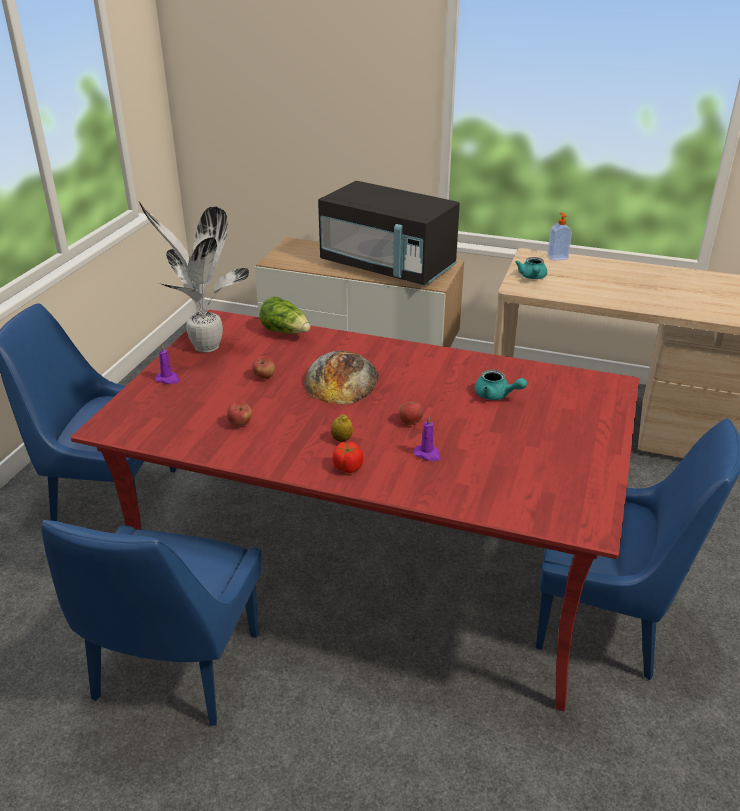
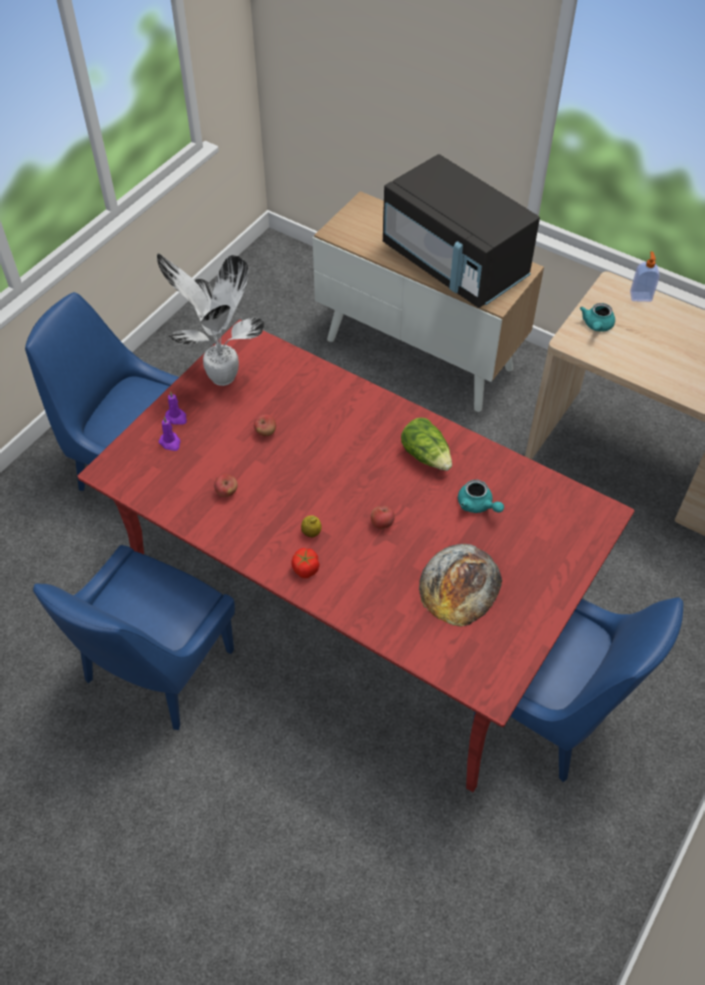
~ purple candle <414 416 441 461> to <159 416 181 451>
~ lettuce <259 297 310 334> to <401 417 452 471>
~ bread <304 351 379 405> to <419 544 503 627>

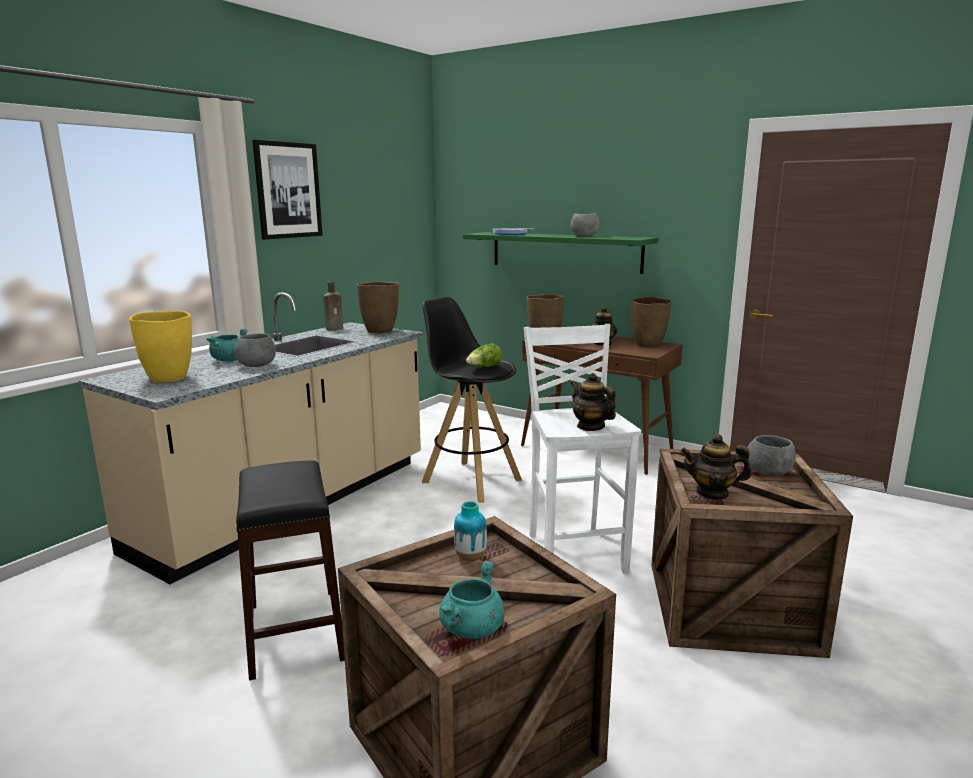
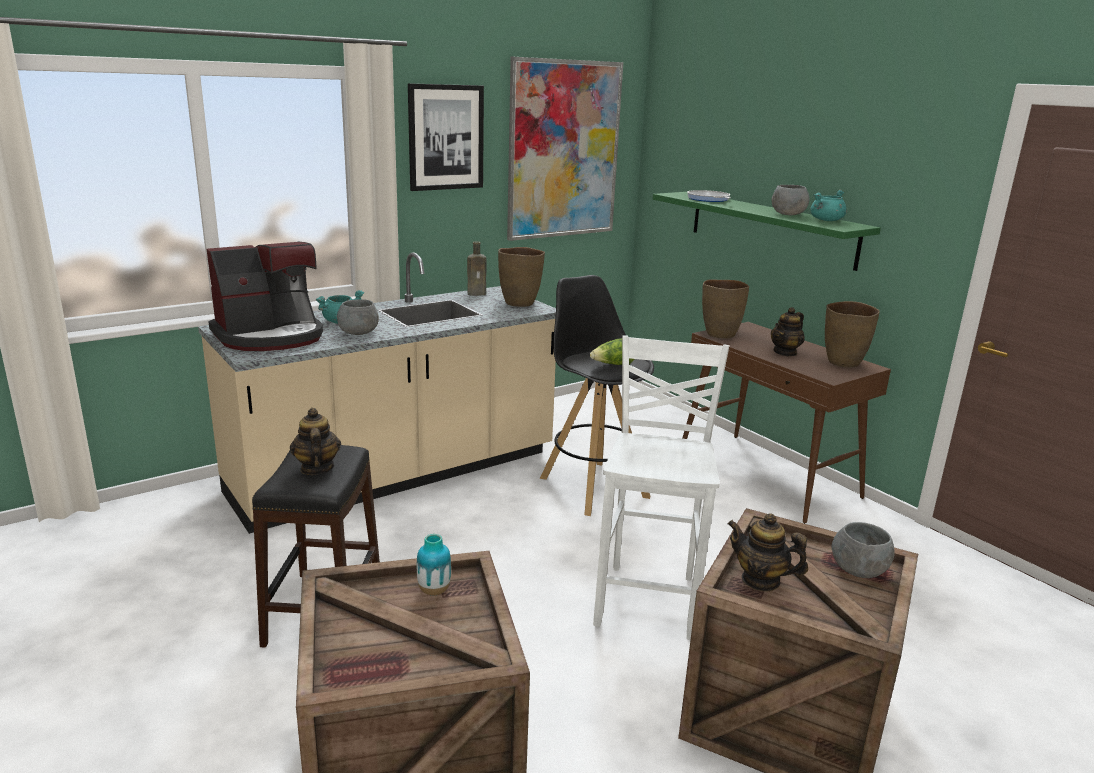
~ yellow vase <129 311 192 382> to coffee machine <207 242 323 351>
~ teapot <571 373 616 431> to <290 408 341 475>
+ picture <507 57 623 241>
~ turquoise cooking pot <439 561 504 639> to <810 190 847 221>

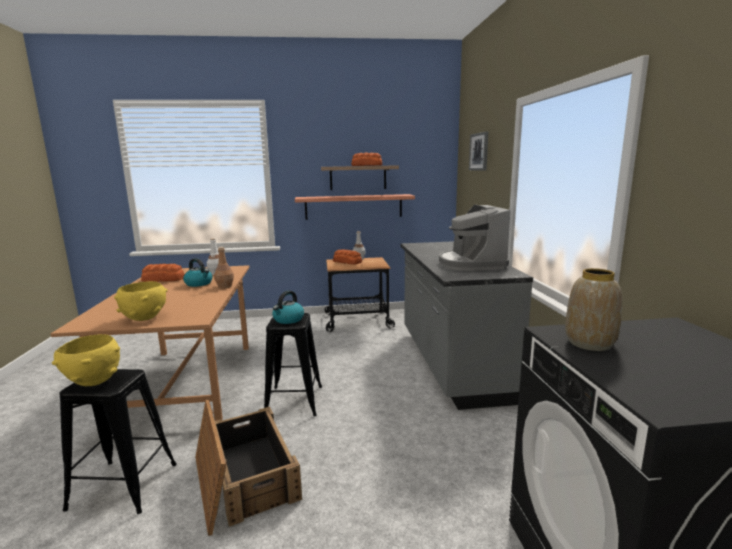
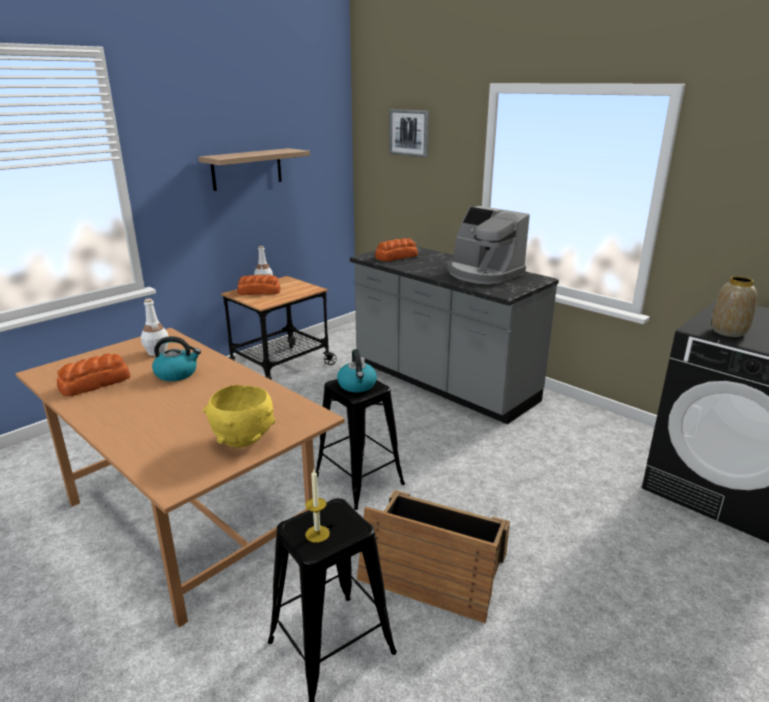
~ yellow bowl <52 334 120 386> to candle <305 470 330 543>
~ bread <351 153 383 166> to <375 238 418 261>
- brown bottle <214 247 234 288>
- shelf <295 194 415 220>

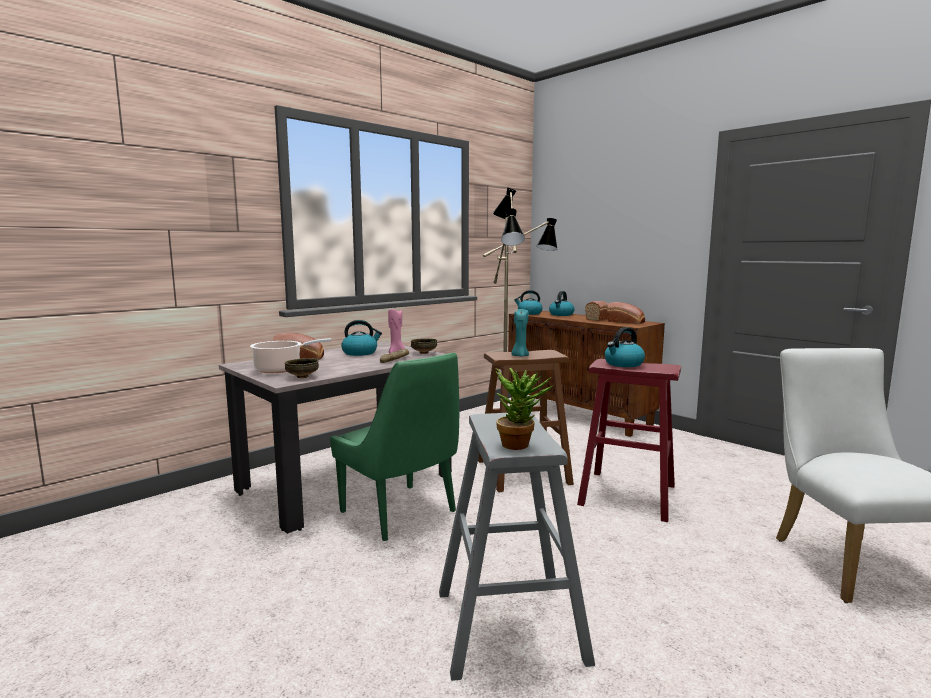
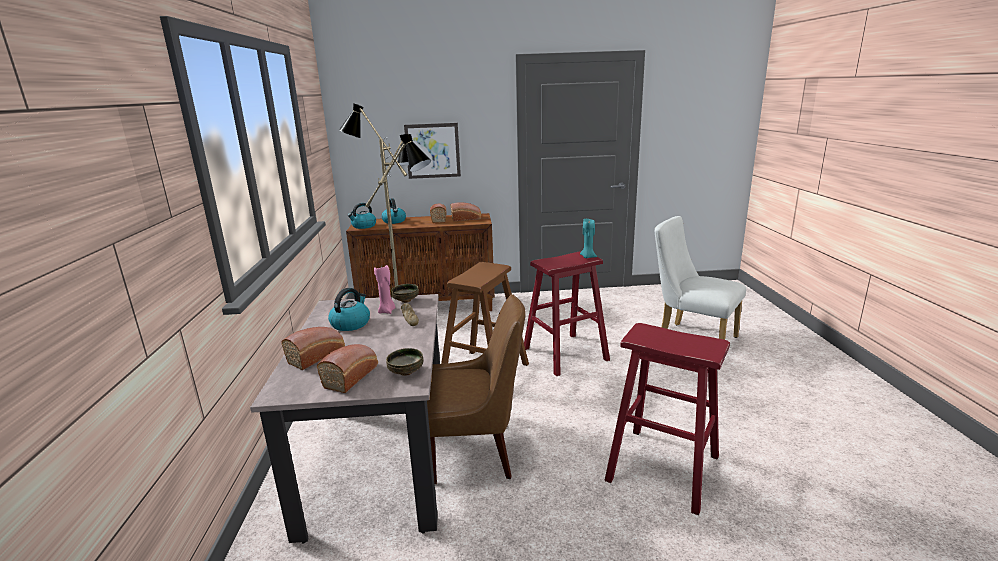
~ cooking pot <250 338 331 373> to bread <317 344 378 393>
+ picture <404 123 461 179>
~ green chair <330 352 459 541> to brown chair <427 294 526 484>
~ turquoise candle <511 308 529 357> to <580 219 597 258>
~ grey stool <439 413 595 681> to red stool <604 323 730 515>
- potted plant <495 368 554 450>
- kettle <604 327 645 367>

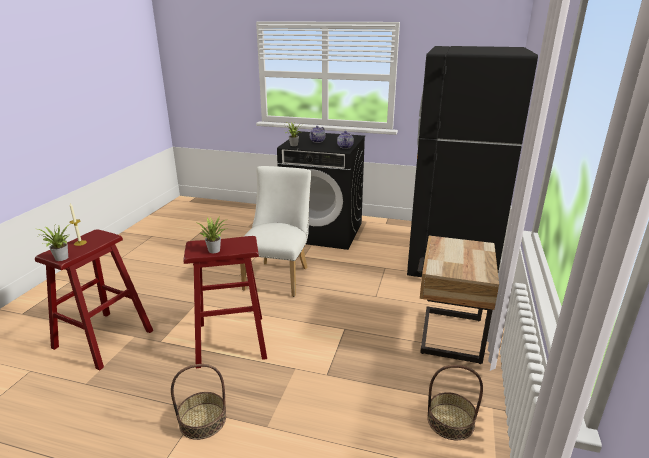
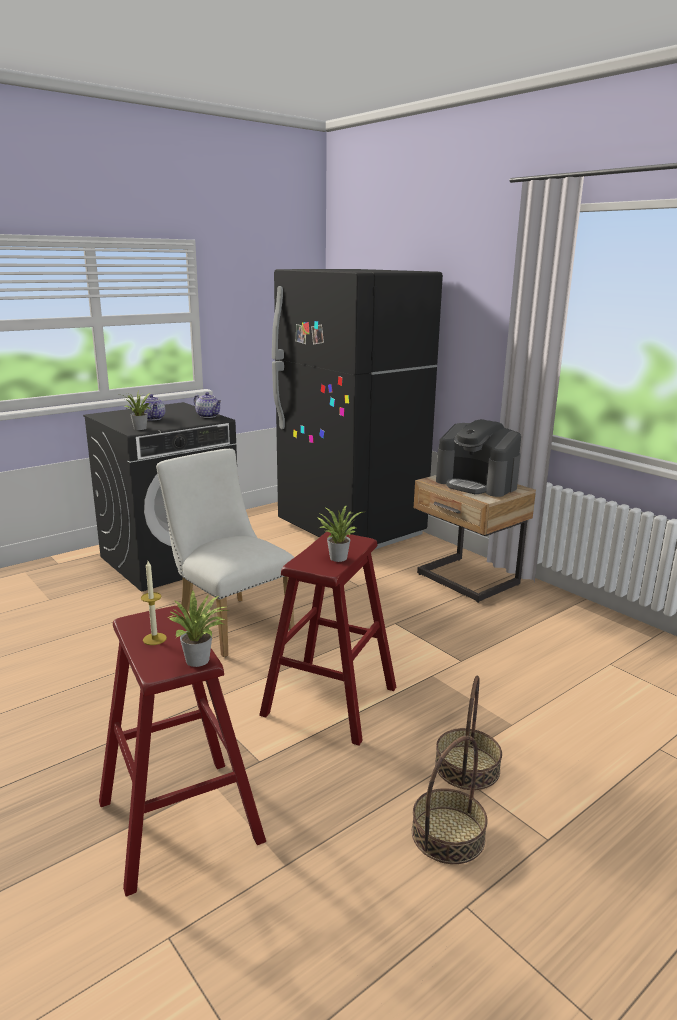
~ basket <427 365 483 440> to <412 736 488 864>
+ coffee machine <436 419 521 497>

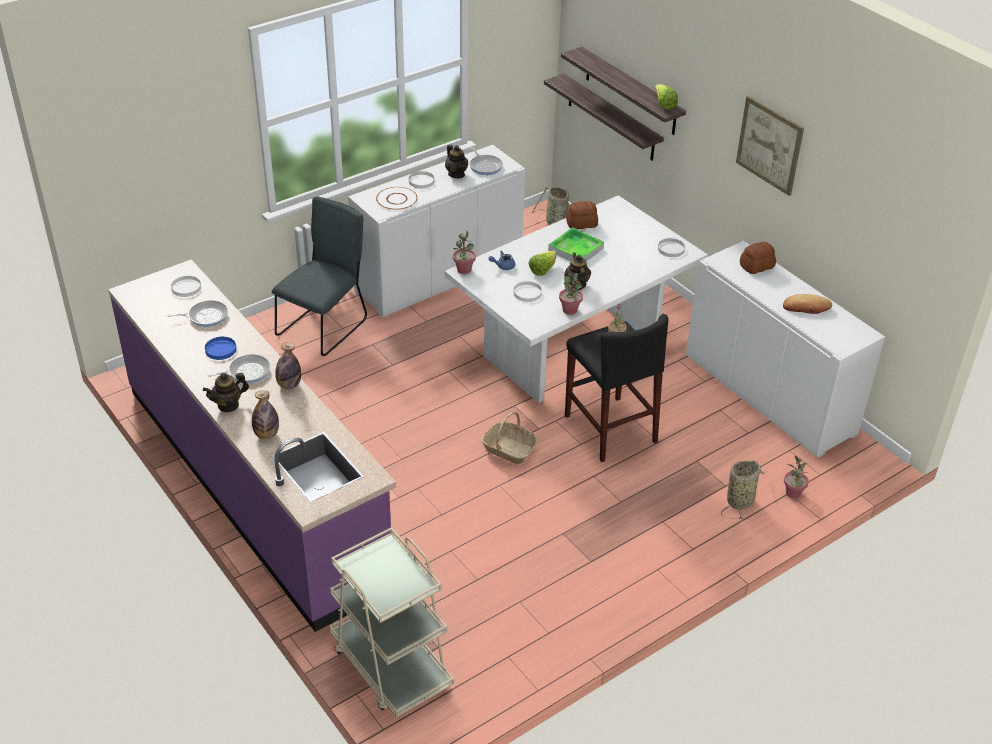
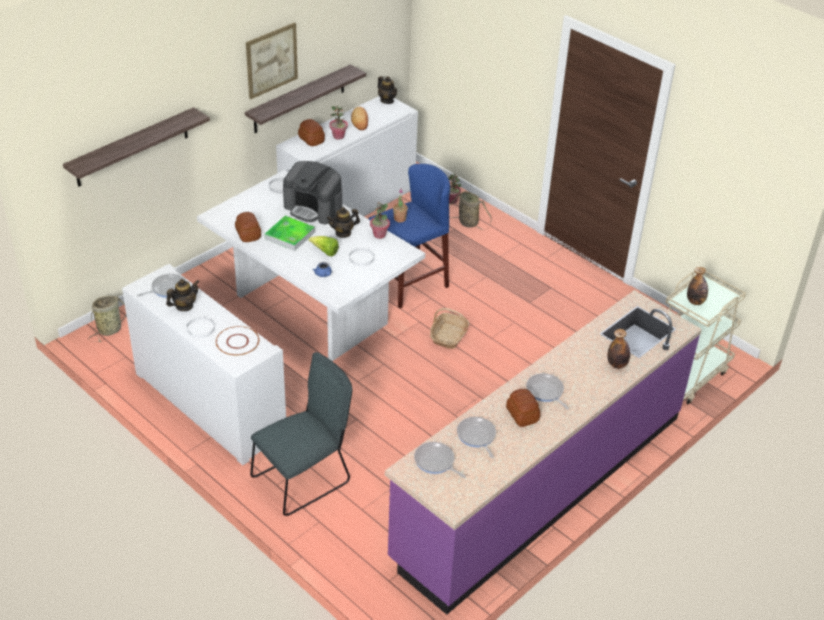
~ shelf <544 74 664 161> to <245 64 366 133>
~ grey chair <272 197 367 356> = <250 352 352 516> 120 degrees clockwise
+ coffee machine <283 161 342 224>
~ potted plant <453 231 476 274> to <329 106 348 140>
~ black stool <565 314 669 462> to blue stool <369 164 450 308>
~ teapot <203 373 249 412> to <378 76 397 104>
~ white plate <171 276 201 297> to frying pan <414 442 466 478>
~ blue plate <205 337 237 360> to bread <506 389 540 427>
~ bottle <275 342 301 389> to <687 267 708 305>
- lettuce <655 84 678 110>

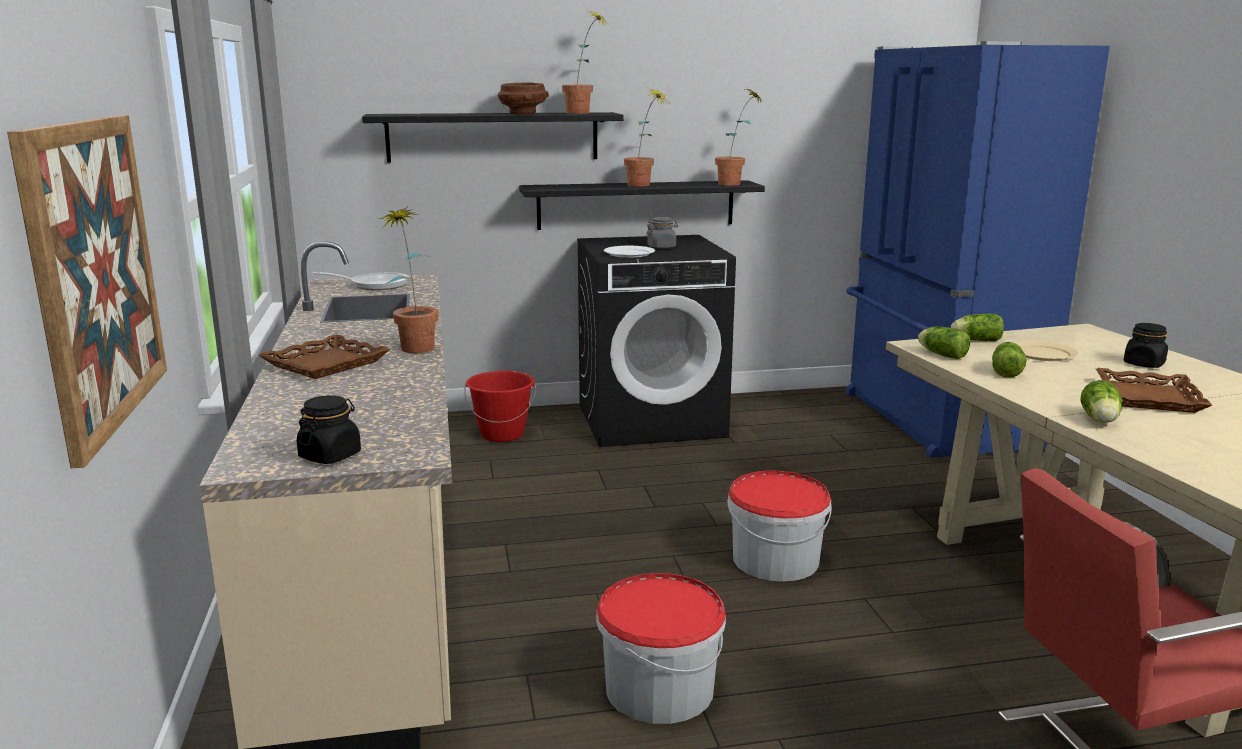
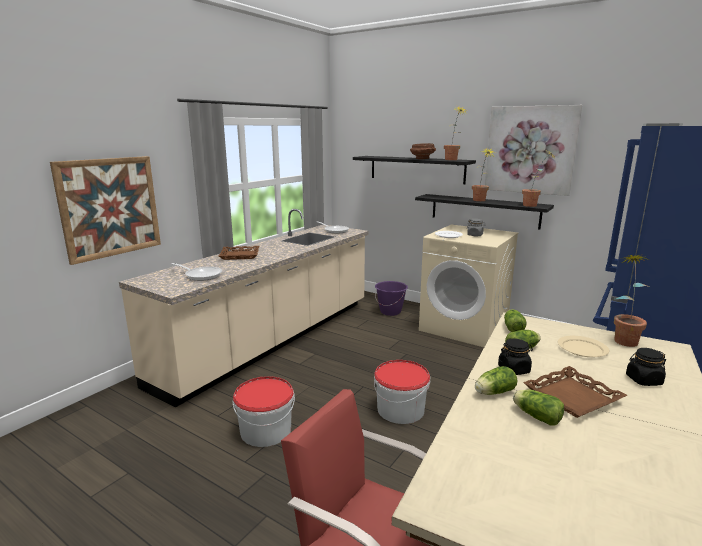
+ frying pan <172 263 222 281>
~ red bucket <464 371 536 442> to purple bucket <375 281 408 316>
~ black washing machine <577 235 736 447> to beige washing machine <419 225 518 347>
+ picture <485 105 582 196>
~ black jar <297 395 361 464> to <498 338 533 375>
~ lettuce <951 313 1004 341> to <513 389 564 426>
~ potted plant <378 207 438 353> to <614 254 650 347>

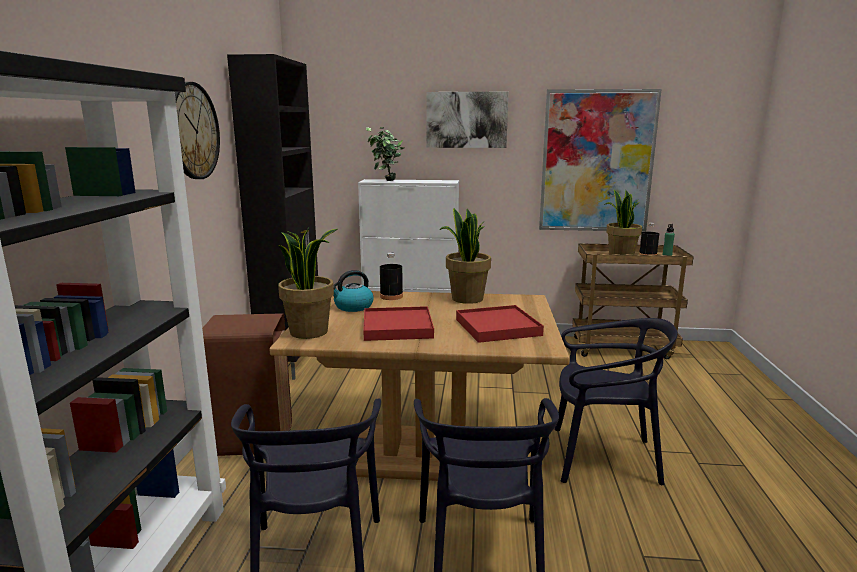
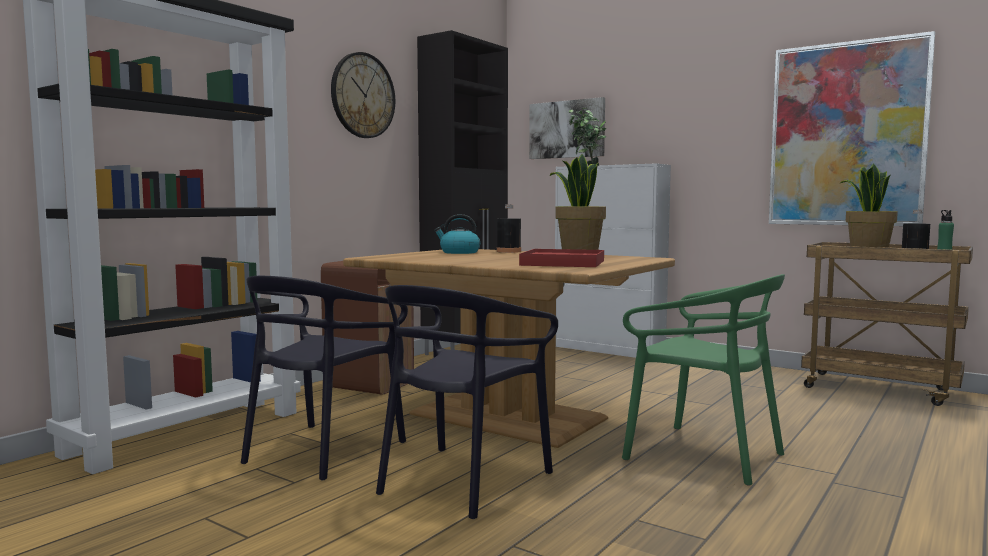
~ picture <426 92 508 148> to <529 97 605 159>
~ black chair <555 318 678 485> to green chair <622 274 785 486>
- potted plant <278 228 337 339>
- red tray <363 306 434 341>

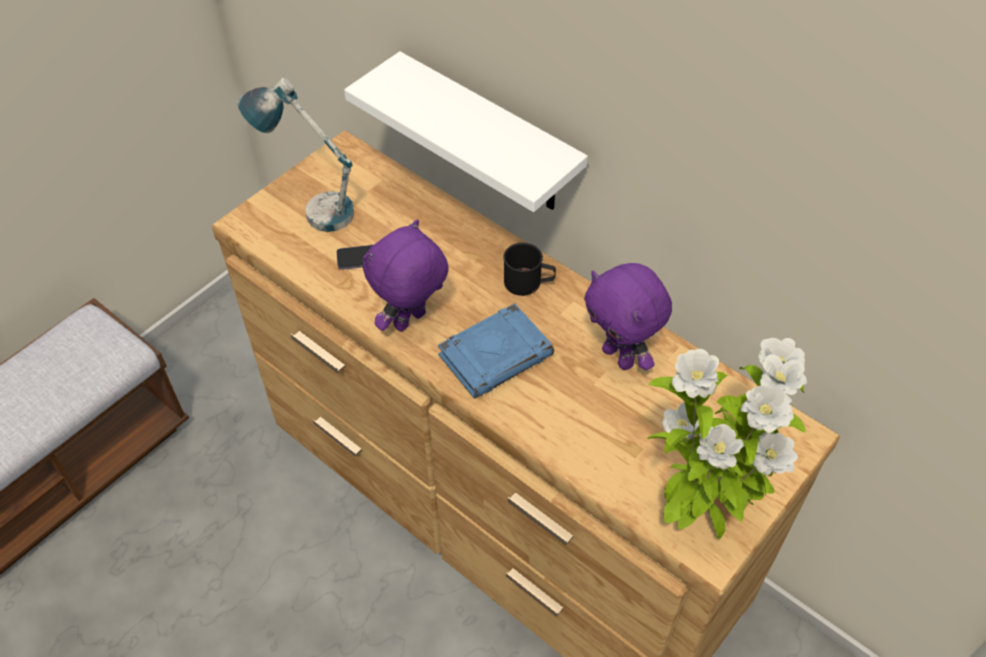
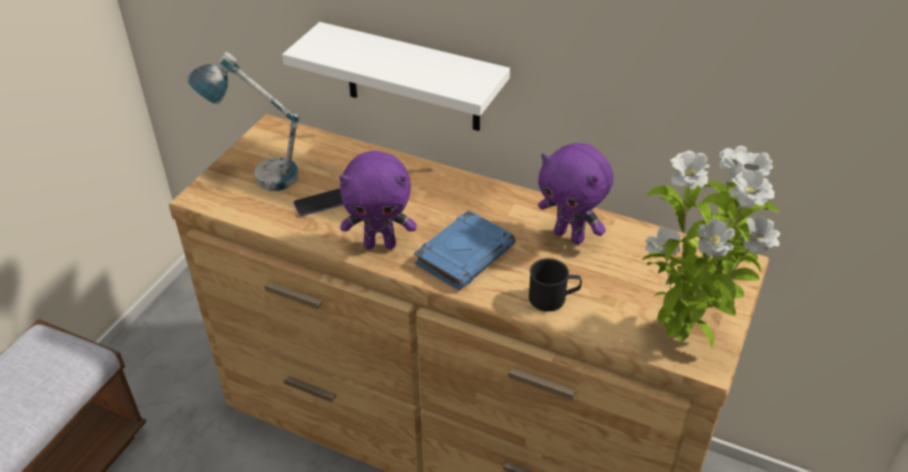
~ purple plush toy <363 219 449 332> = <339 151 417 249> 120 degrees counterclockwise
~ black mug <503 243 556 296> to <529 258 582 311>

